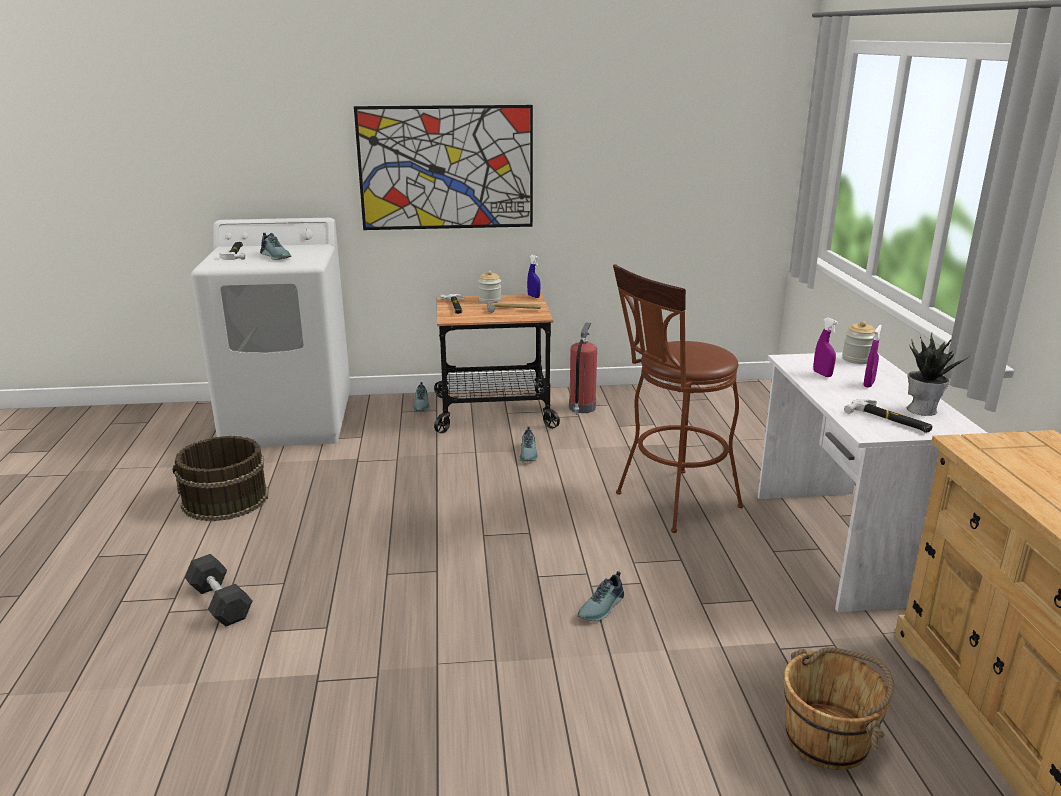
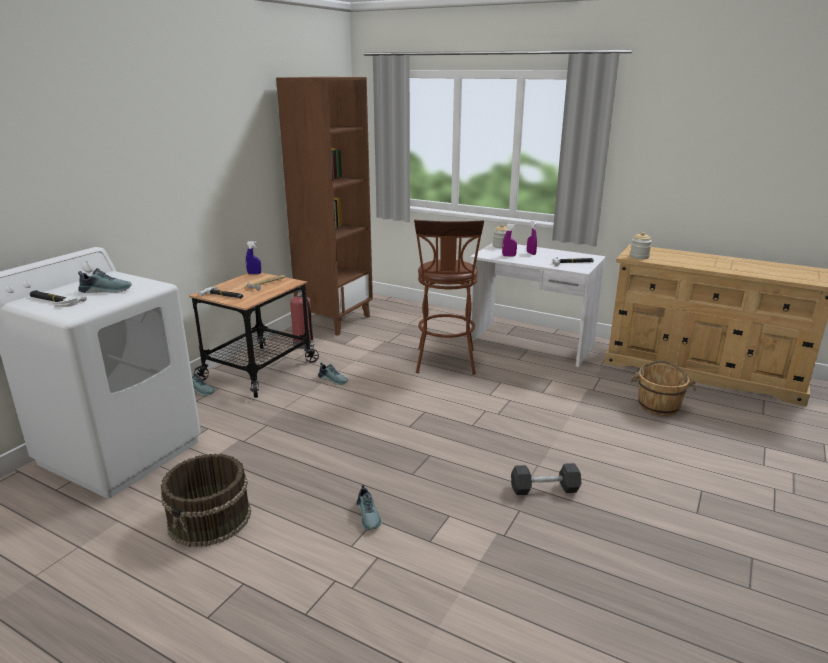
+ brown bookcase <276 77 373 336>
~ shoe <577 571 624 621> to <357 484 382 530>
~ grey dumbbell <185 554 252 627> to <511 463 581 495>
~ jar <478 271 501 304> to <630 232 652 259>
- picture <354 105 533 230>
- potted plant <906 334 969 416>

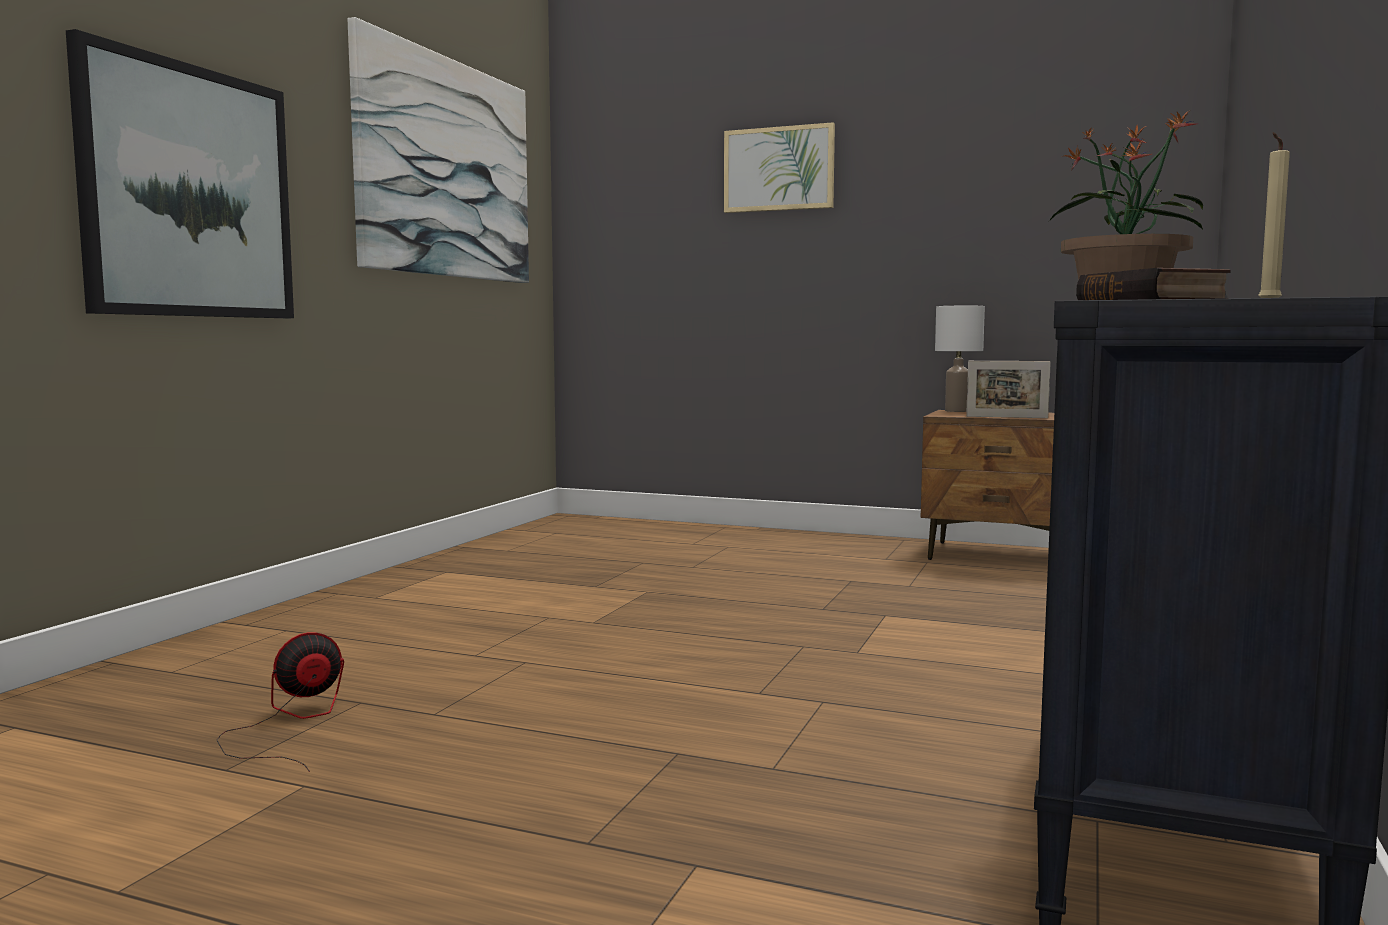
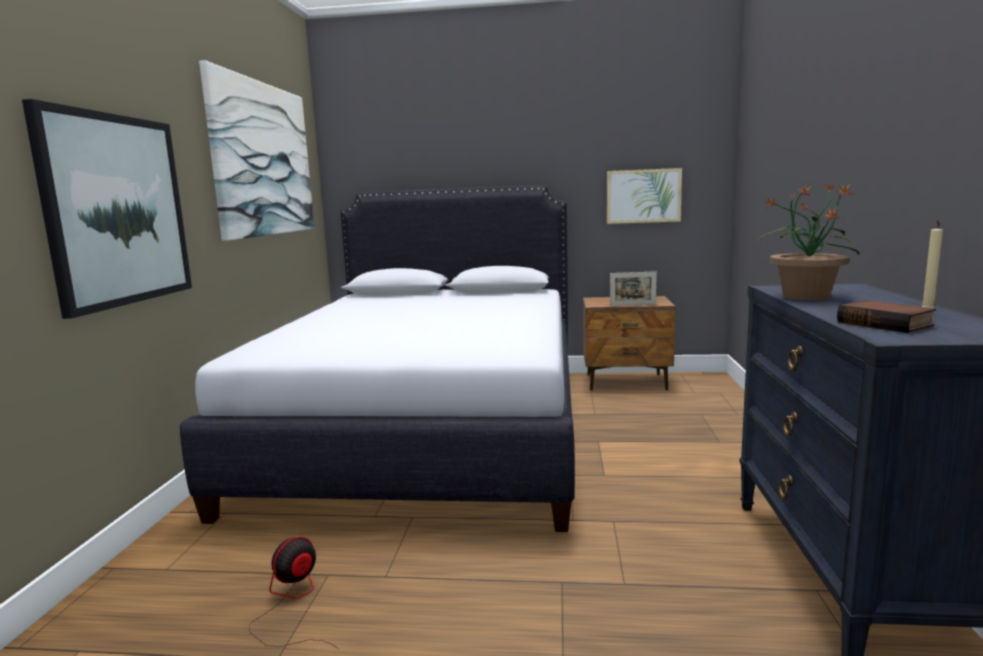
+ white bed <180 185 575 532>
~ picture <724 122 835 213> to <607 168 682 224>
- white table lamp <935 306 985 412>

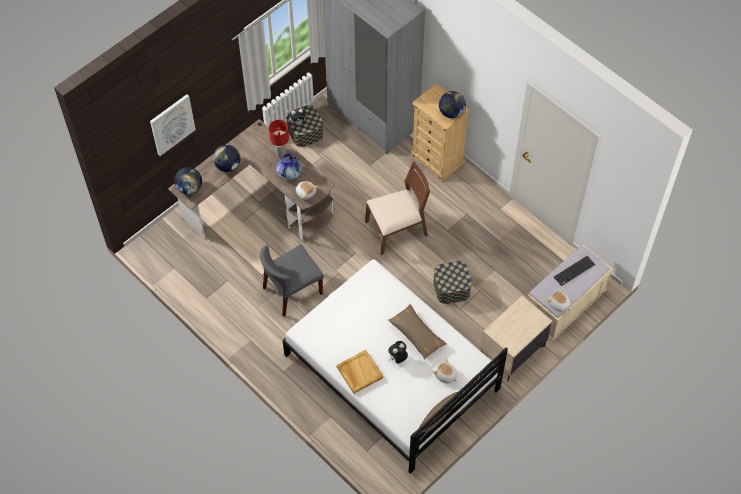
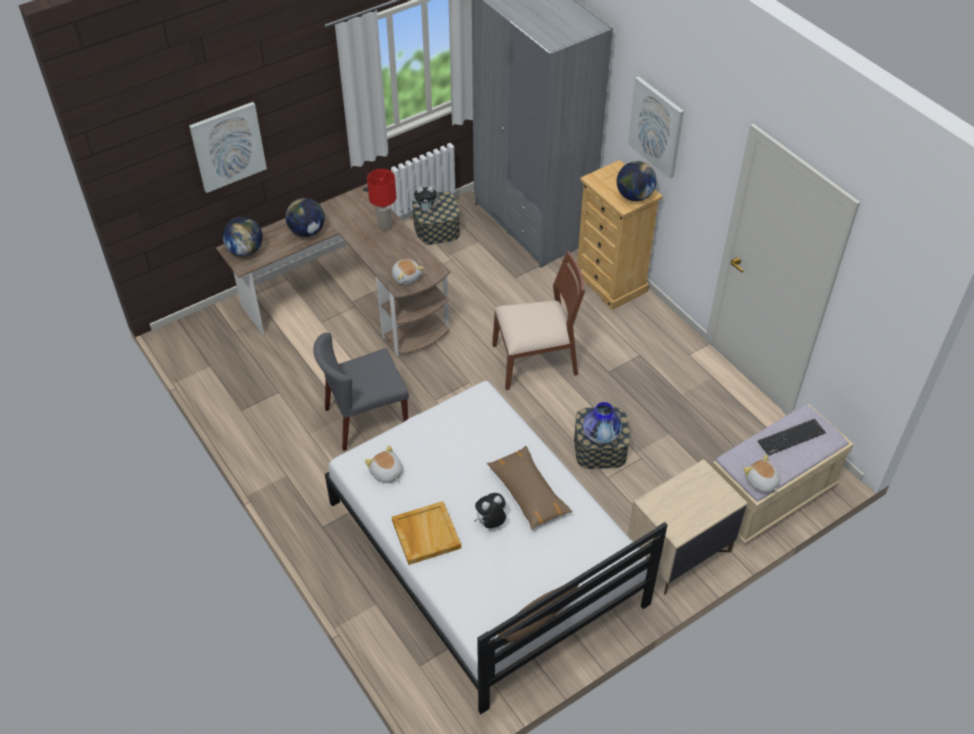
~ plush toy <433 358 457 384> to <365 445 403 483>
~ vase <276 154 302 180> to <583 402 622 444>
+ picture <628 76 684 179>

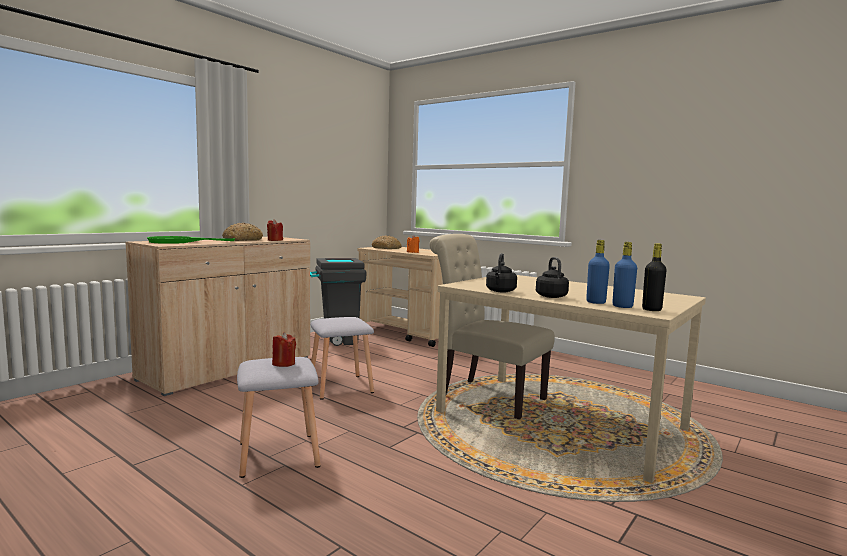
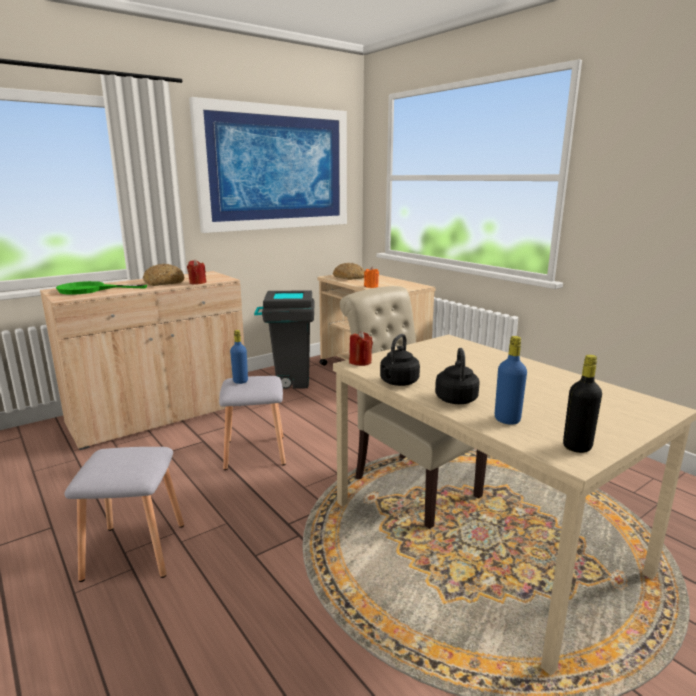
+ picture <189 97 347 233>
~ blue bottle <613 242 637 308> to <230 330 248 384>
~ red candle <272 332 296 367> to <349 331 373 366>

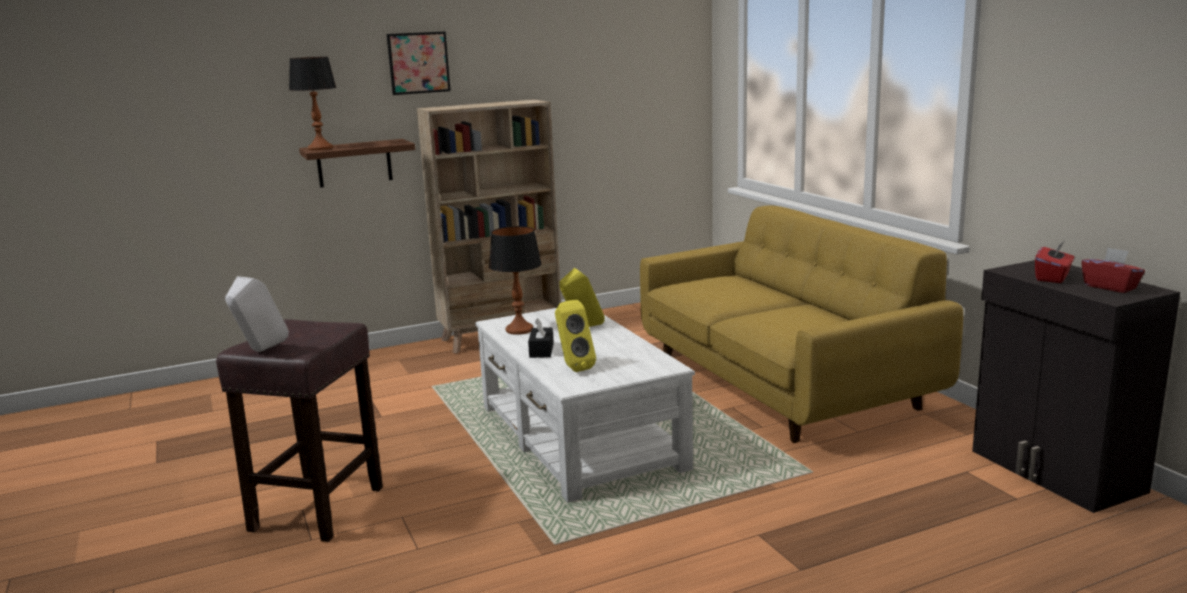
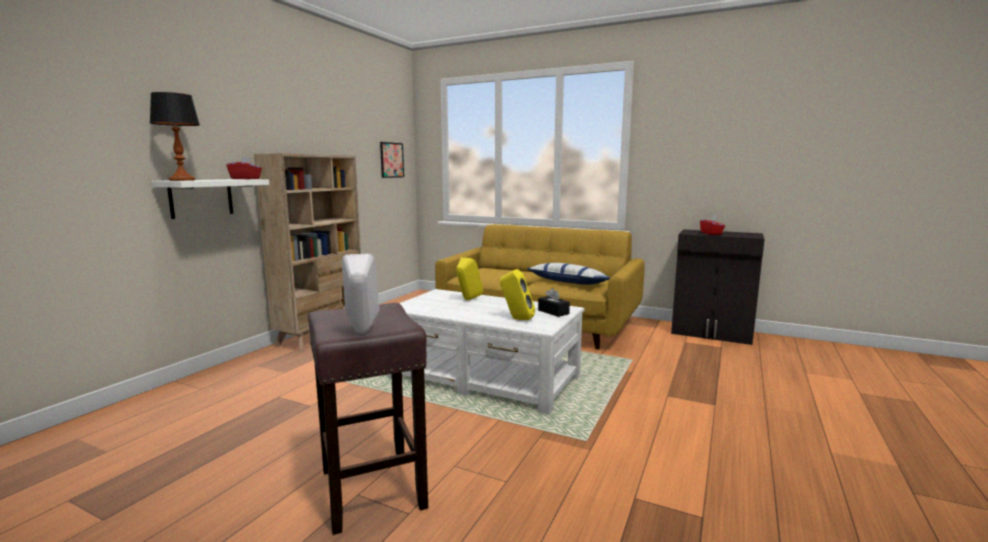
~ brown shelf <299 139 415 188> to white shelf <151 179 269 219>
~ red tissue box <1081 247 1145 293> to <226 157 262 179>
~ picture <386 31 451 95> to <380 142 404 178>
+ pillow <527 263 610 285>
~ black tissue box <528 318 554 358> to <538 288 570 317>
- table lamp <489 226 542 335>

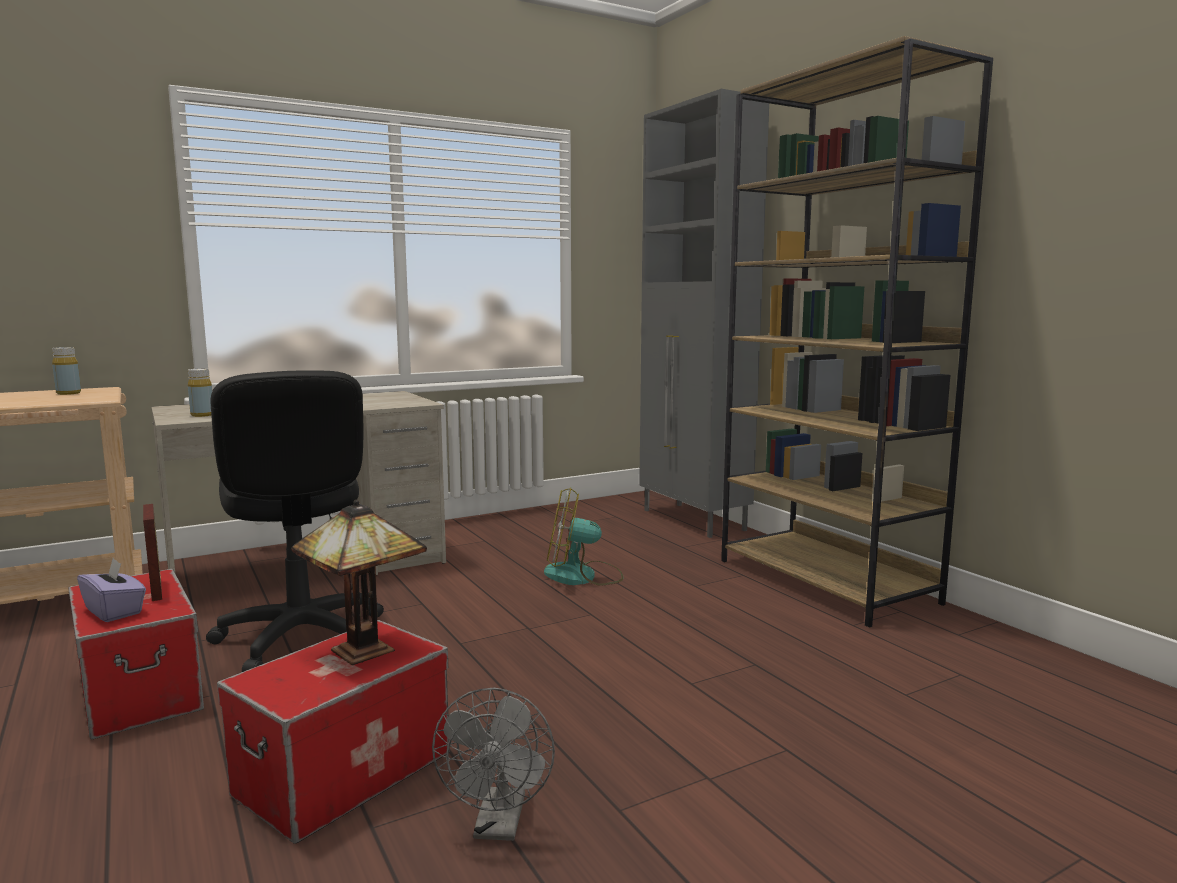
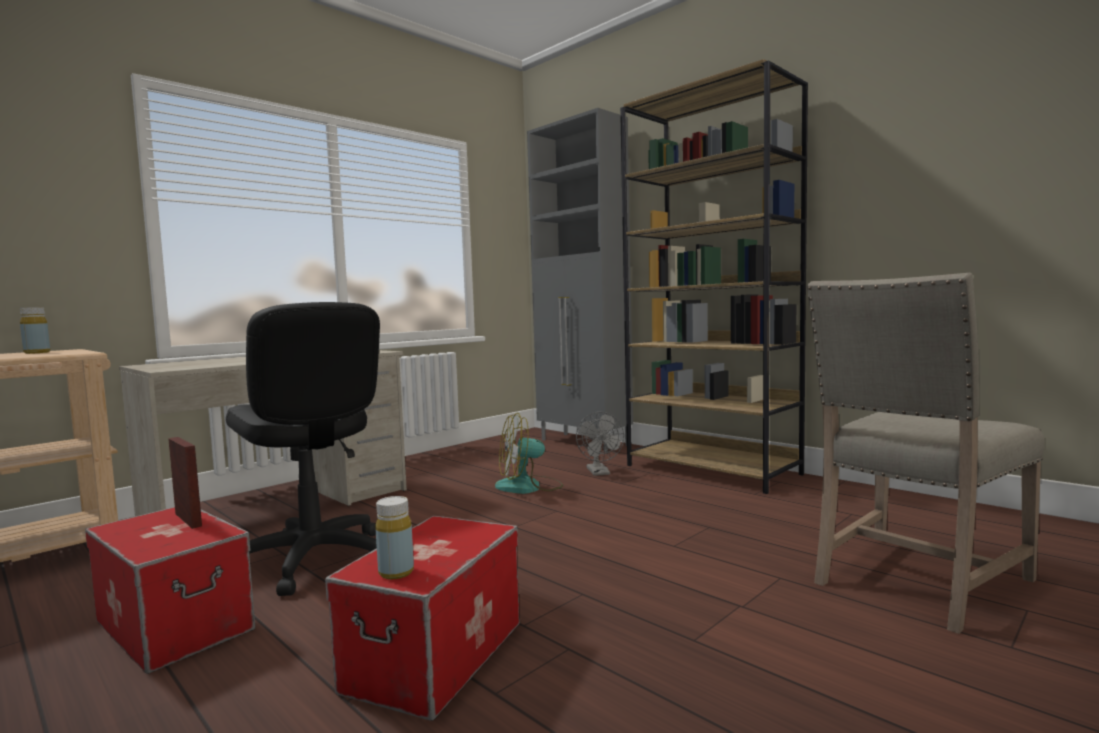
~ yellow bottle <188 369 212 417> to <375 496 414 580>
~ grey fan <432 688 555 841> to <576 411 624 476>
+ beige chair <807 273 1045 634>
- purple tissue box <77 558 146 622>
- table lamp <291 500 427 665>

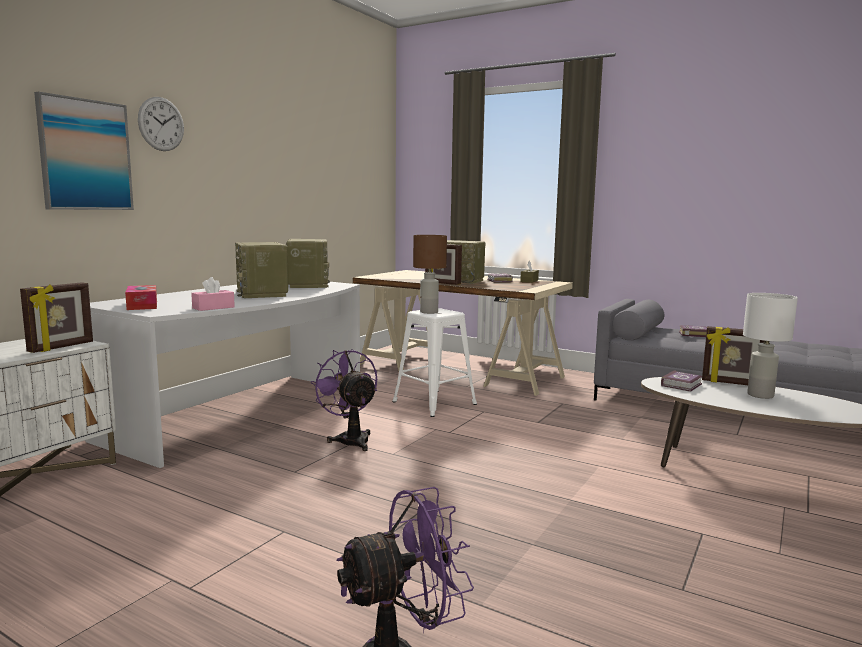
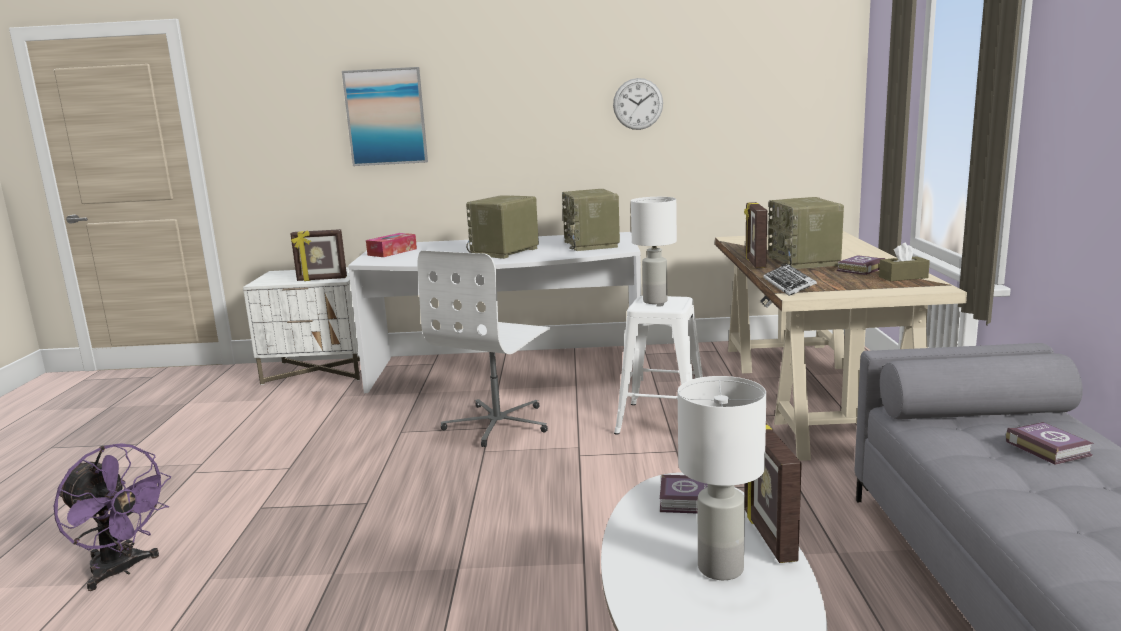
~ purple fan <311 349 377 451> to white office chair <417 250 551 447>
~ radio <286 239 331 288> = <562 189 620 251> 120 degrees clockwise
~ wall clock <138 97 184 151> to <613 78 663 130>
~ brown table lamp <413 235 447 314> to white table lamp <631 197 677 304>
+ keyboard <763 264 817 296>
- pink tissue box <191 277 235 311>

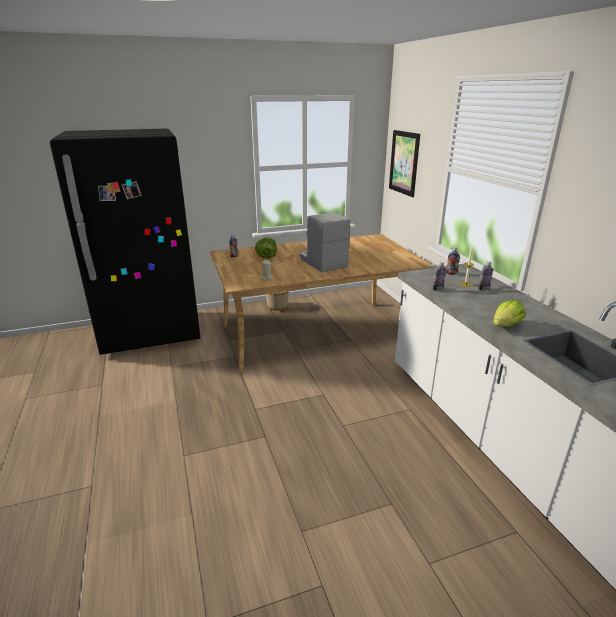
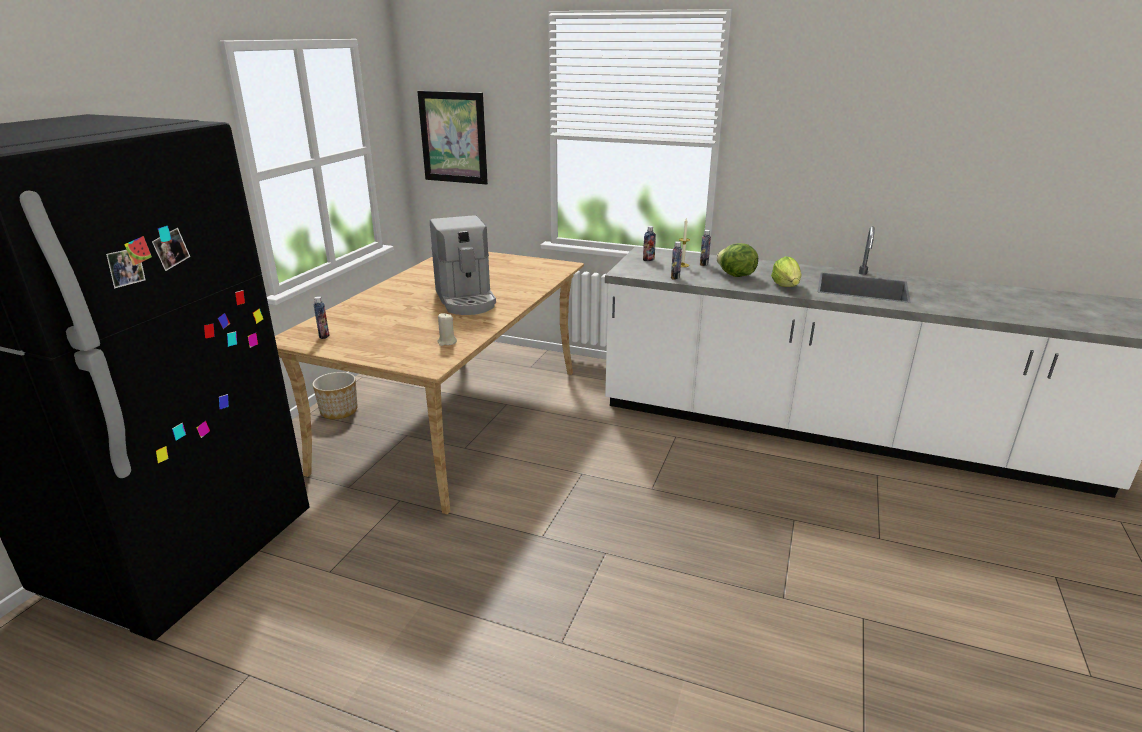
~ coffee machine <300 212 350 272> = <430 215 496 315> 120 degrees counterclockwise
~ lettuce <255 237 277 258> to <716 243 758 277>

